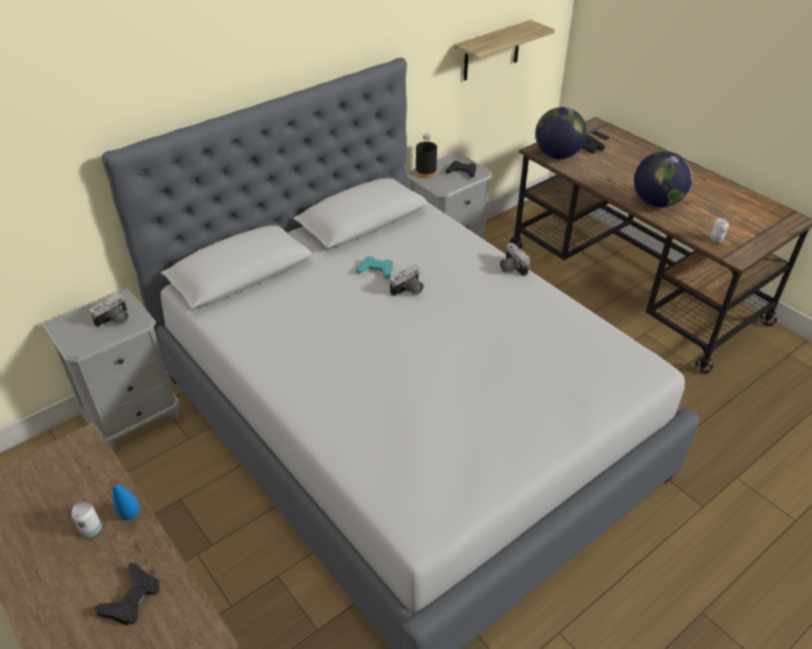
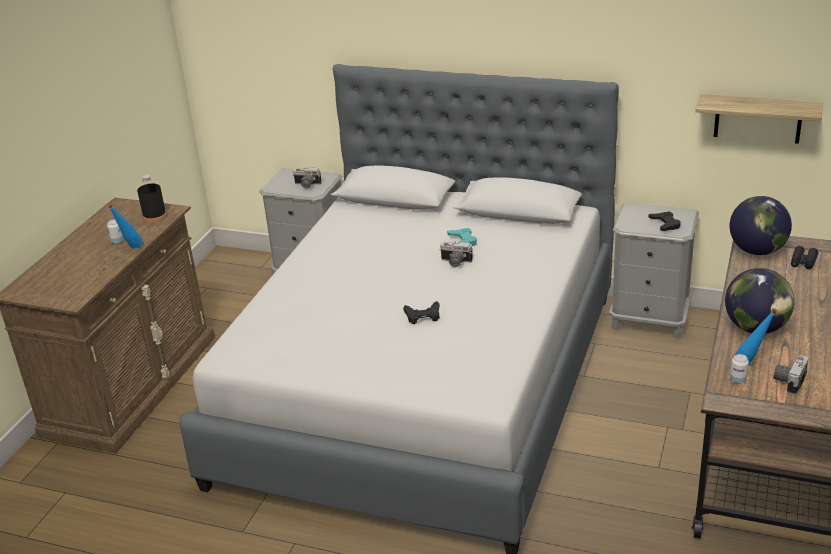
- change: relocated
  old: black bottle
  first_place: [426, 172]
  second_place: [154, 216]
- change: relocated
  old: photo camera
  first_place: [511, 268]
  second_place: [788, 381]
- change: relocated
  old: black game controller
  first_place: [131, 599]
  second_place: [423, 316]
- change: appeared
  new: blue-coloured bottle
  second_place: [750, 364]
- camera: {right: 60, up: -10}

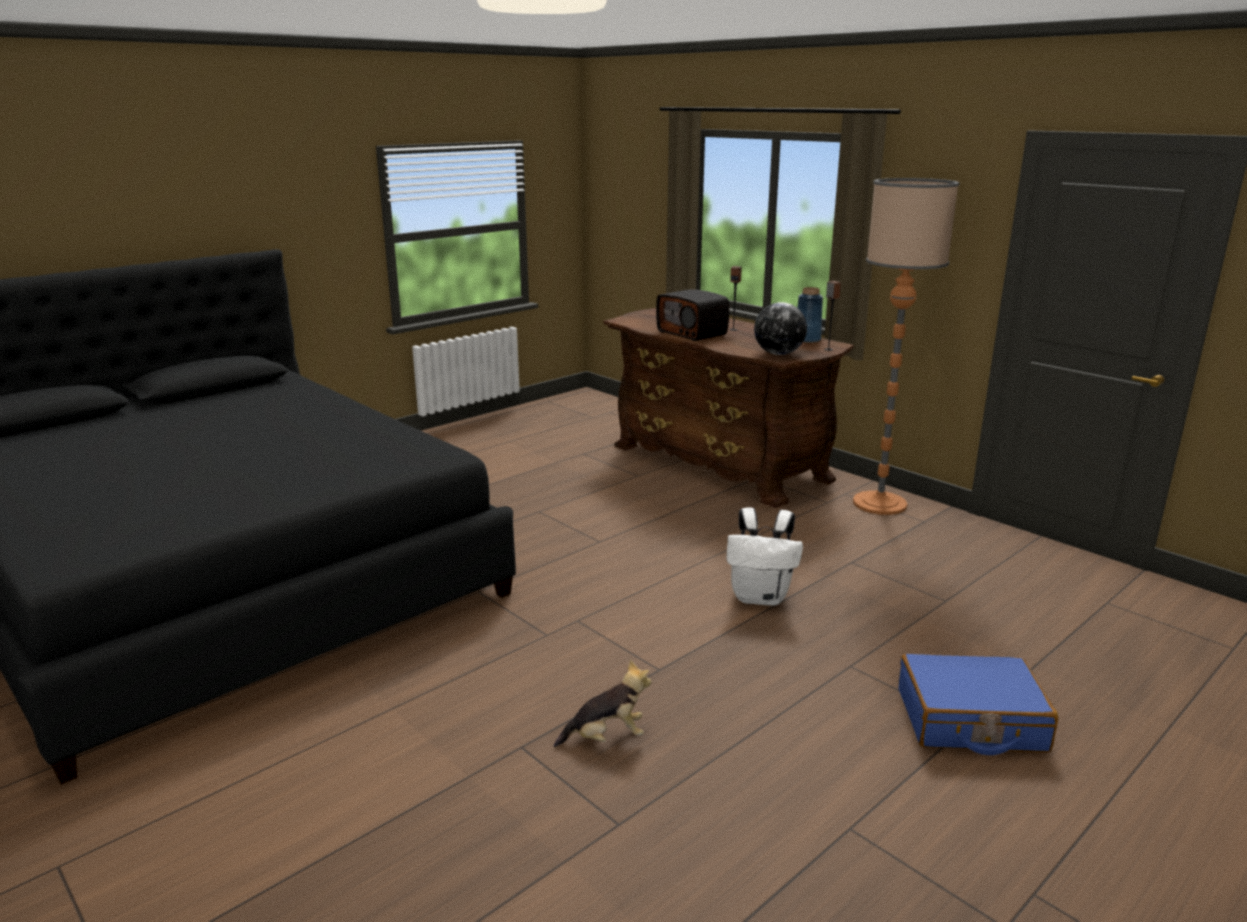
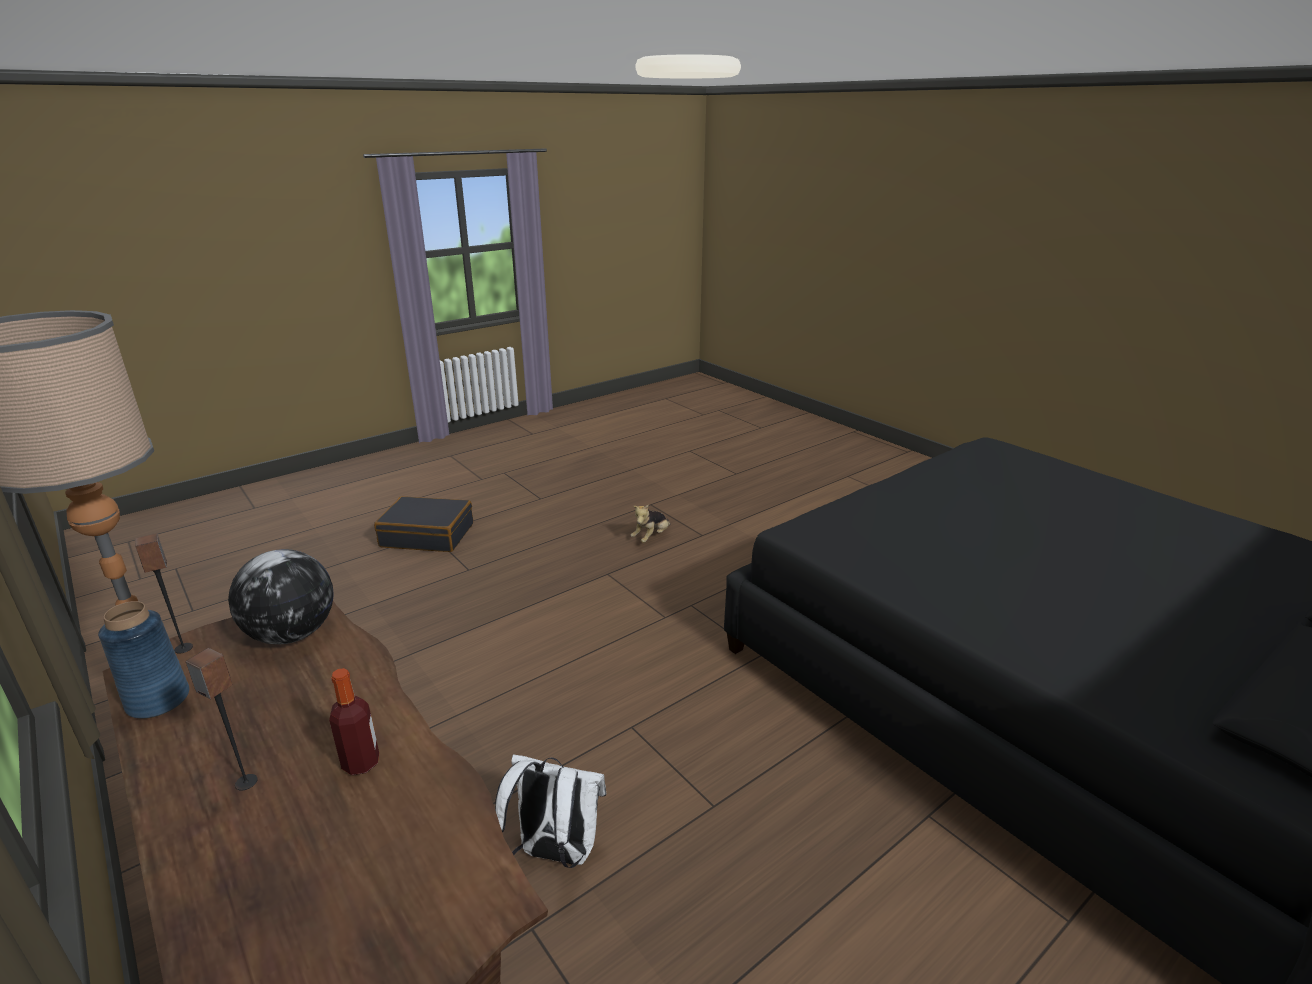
- change: exchanged
  old: radio set
  new: bottle
  first_place: [693, 333]
  second_place: [361, 763]
- change: relocated
  old: whitish rucksack
  first_place: [761, 597]
  second_place: [555, 852]
- change: colour
  old: blue-coloured suitcase
  new: black suitcase
  first_place: [970, 721]
  second_place: [427, 535]
- change: spun
  old: cuddly toy
  first_place: [606, 737]
  second_place: [651, 537]
  degrees: -45
- camera: {right: -175, up: 5}

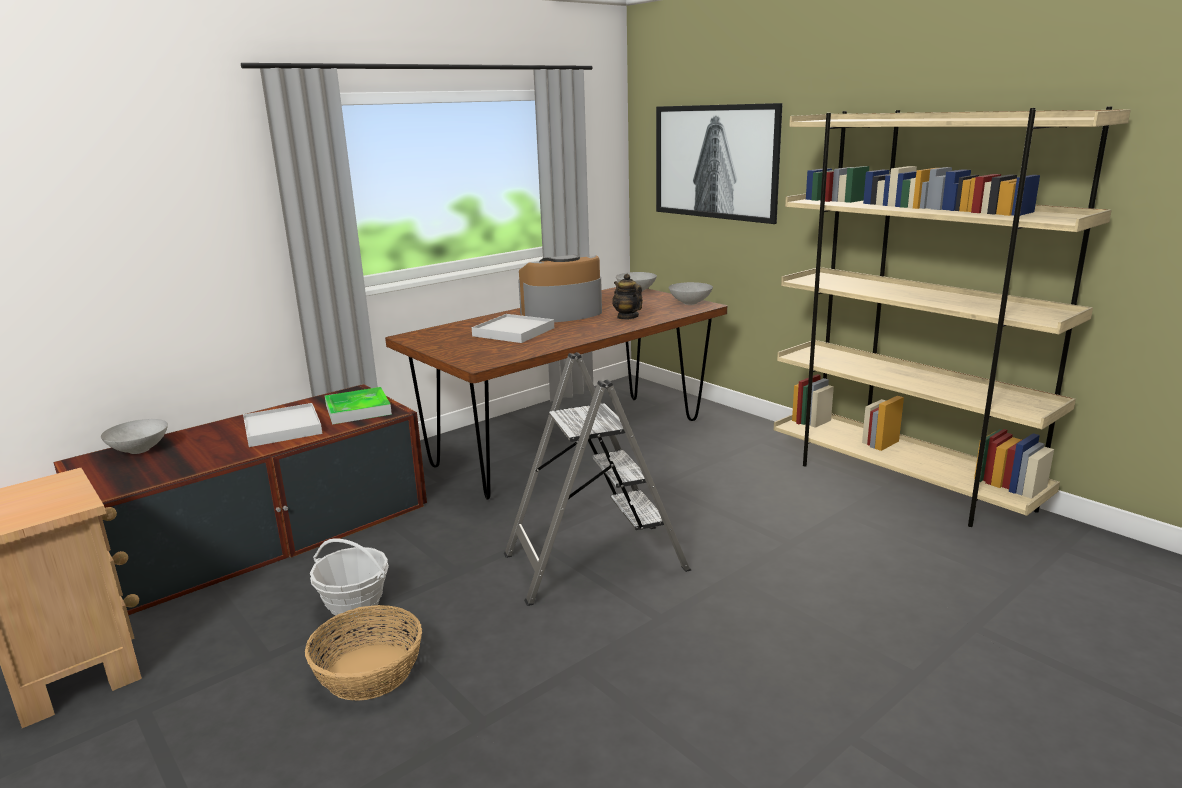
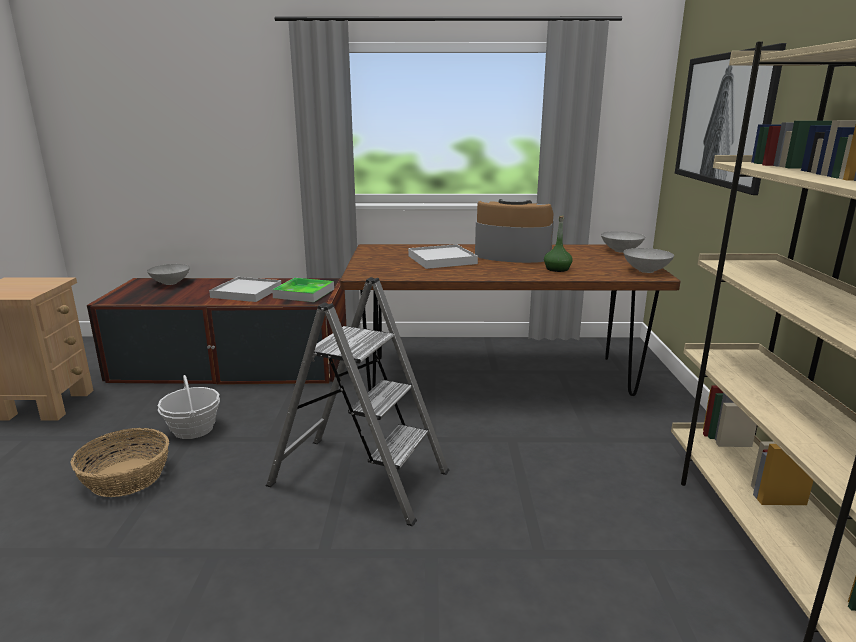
- change: exchanged
  old: teapot
  new: green bottle
  first_place: [627, 317]
  second_place: [557, 269]
- camera: {right: 40, up: 0}

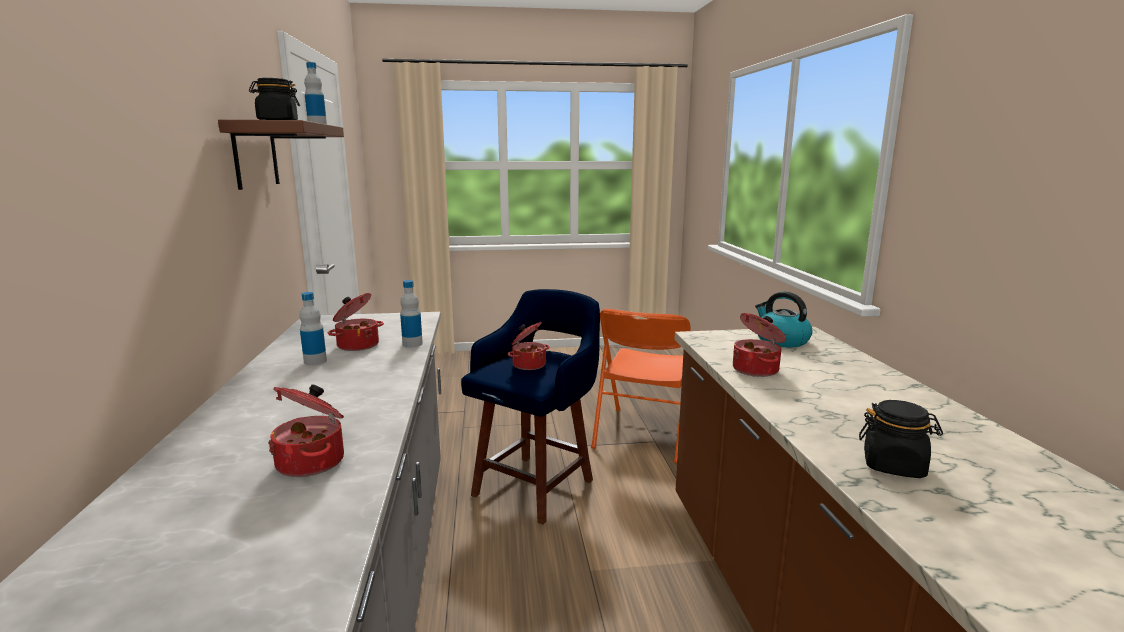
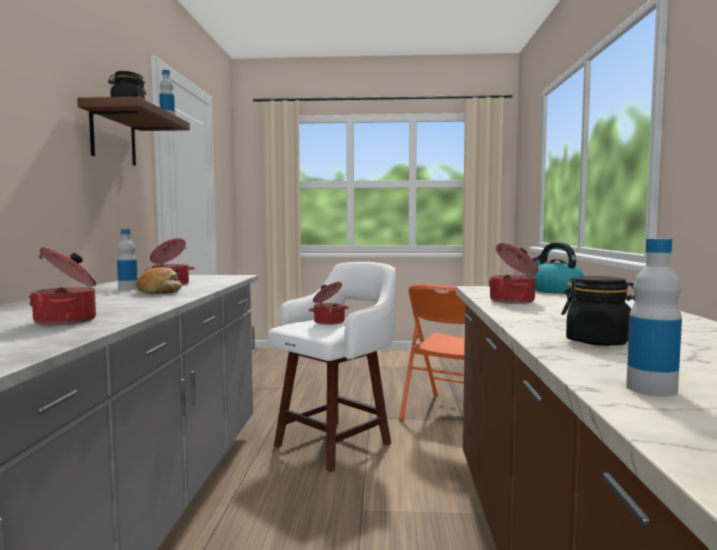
- change: relocated
  old: bottle
  first_place: [412, 344]
  second_place: [651, 389]
- change: colour
  old: blue-coloured stool
  new: whitish stool
  first_place: [537, 485]
  second_place: [337, 444]
- change: appeared
  new: bakery bread
  second_place: [159, 291]
- camera: {right: 10, up: -10}

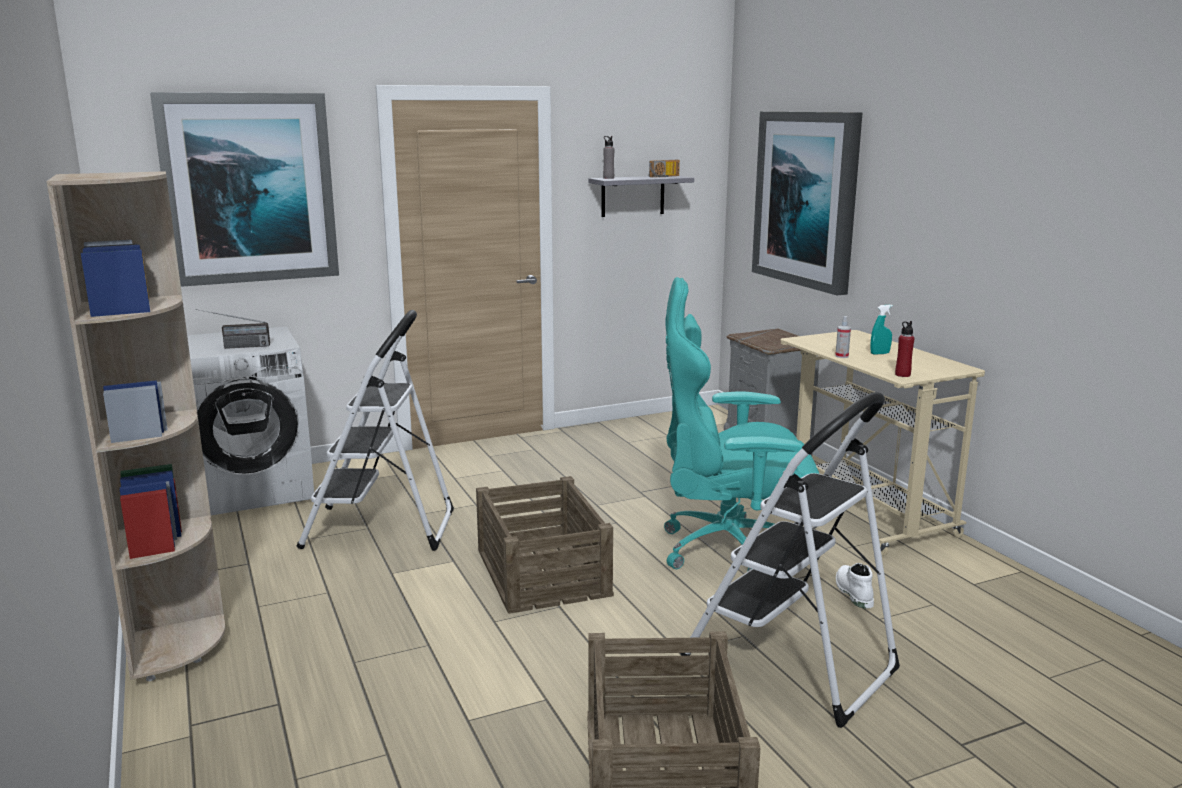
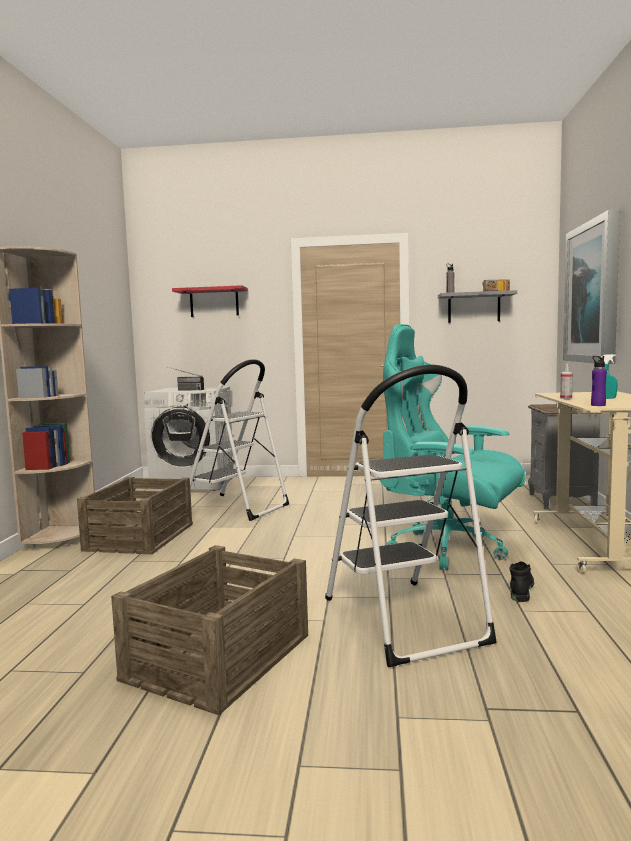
- change: exchanged
  old: wall art
  new: reddish bracket shelf
  first_place: [249, 188]
  second_place: [214, 302]
- change: colour
  old: reddish bottle
  new: purplish bottle
  first_place: [902, 375]
  second_place: [598, 405]
- change: relocated
  old: packing crate
  first_place: [541, 573]
  second_place: [139, 537]
- change: colour
  old: whitish boot
  new: black boot
  first_place: [852, 592]
  second_place: [520, 590]
- camera: {right: 30, up: -10}

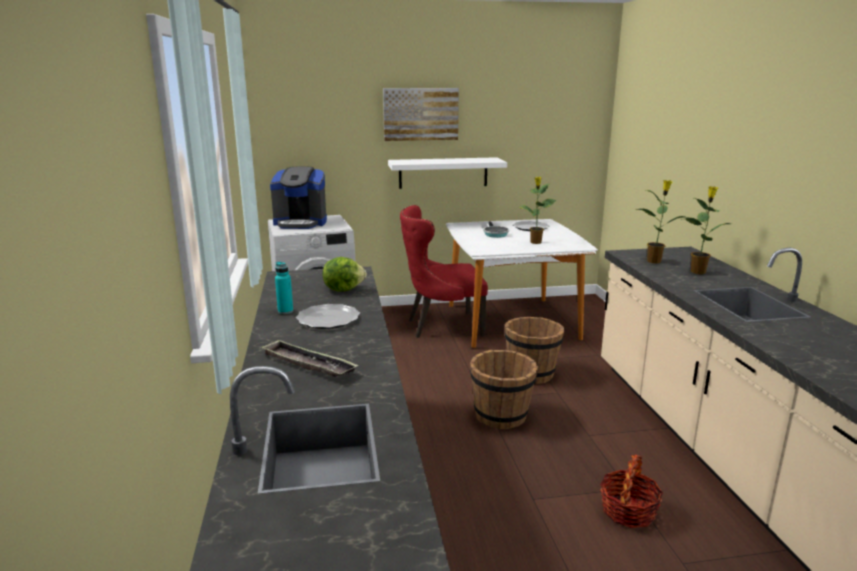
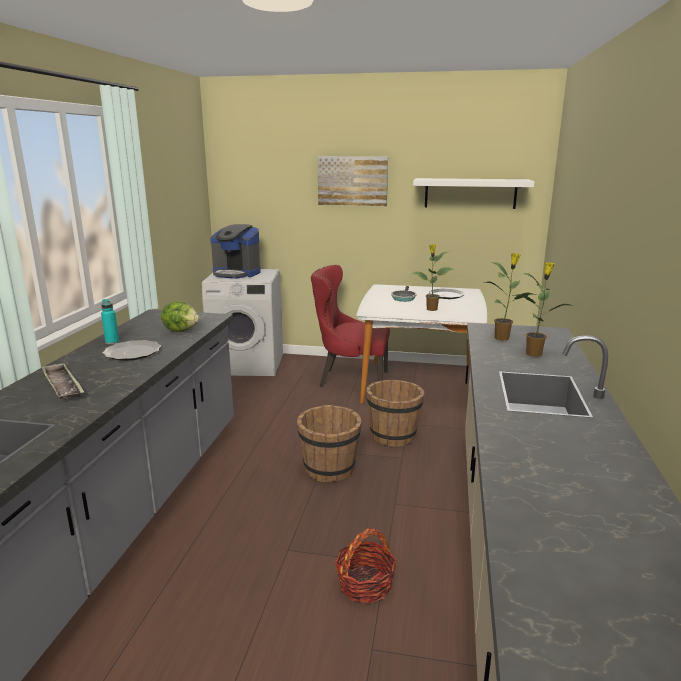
- change: relocated
  old: whitish bracket shelf
  first_place: [443, 173]
  second_place: [470, 193]
- camera: {right: 20, up: 0}

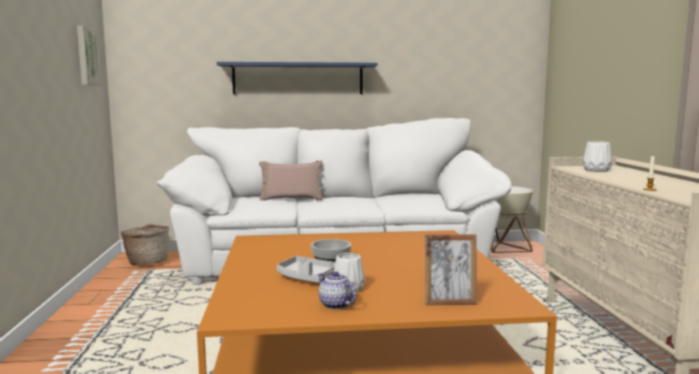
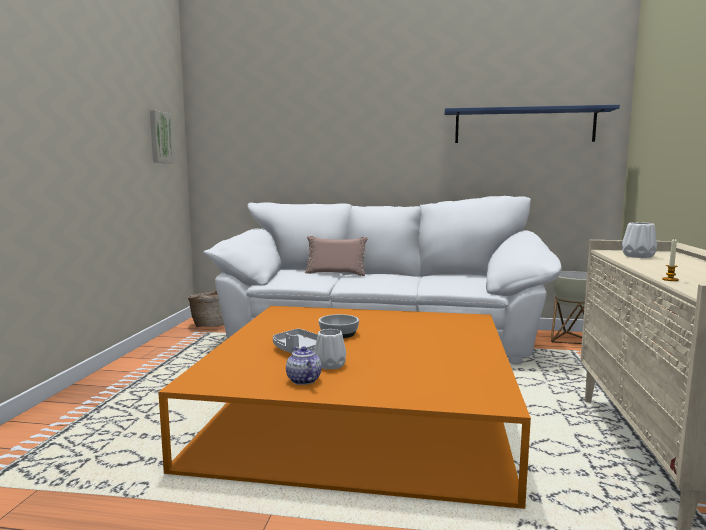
- change: relocated
  old: blue-coloured bracket shelf
  first_place: [298, 79]
  second_place: [524, 126]
- change: missing
  old: standing frame
  first_place: [449, 302]
- camera: {right: 15, up: 0}

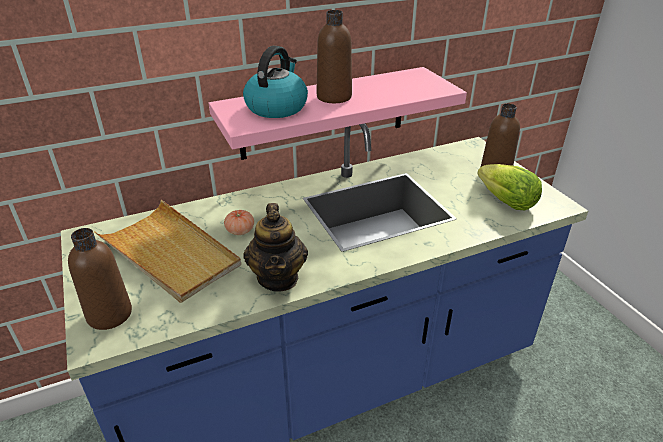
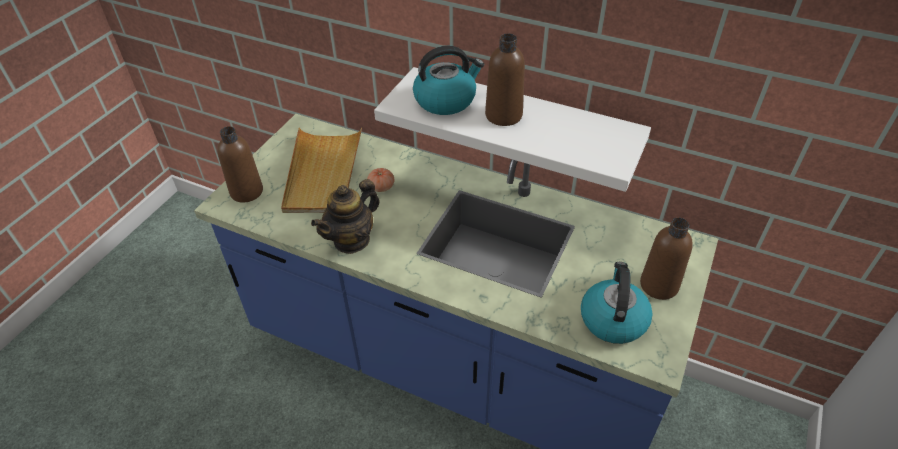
- change: colour
  old: pink-coloured bracket shelf
  new: whitish bracket shelf
  first_place: [324, 113]
  second_place: [523, 123]
- change: exchanged
  old: lettuce
  new: water kettle
  first_place: [506, 202]
  second_place: [612, 319]
- camera: {right: 50, up: 10}

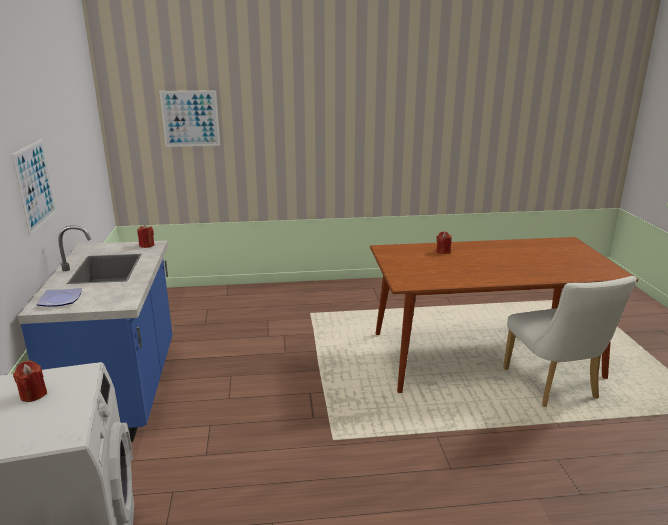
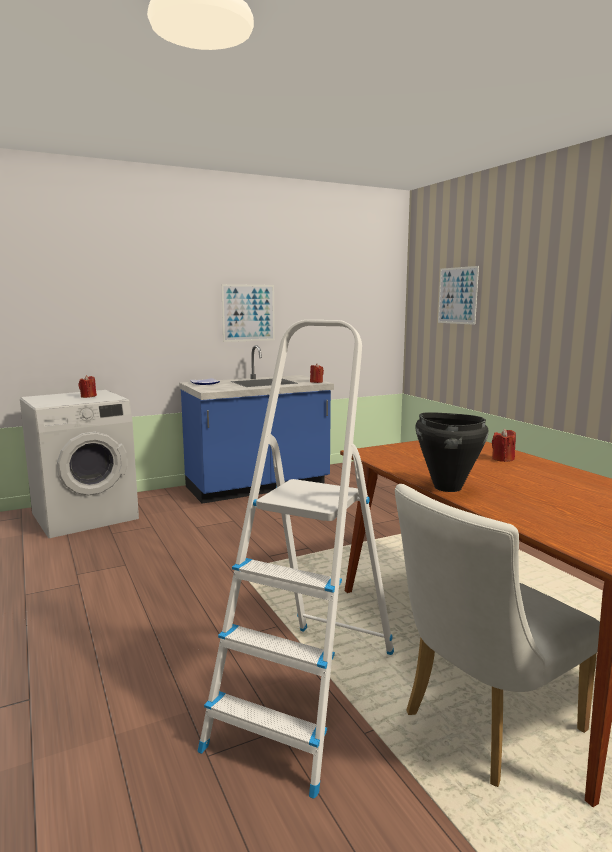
- change: appeared
  new: whitish step ladder
  second_place: [307, 696]
- change: appeared
  new: black stockpot
  second_place: [447, 487]
- camera: {right: 70, up: -10}

